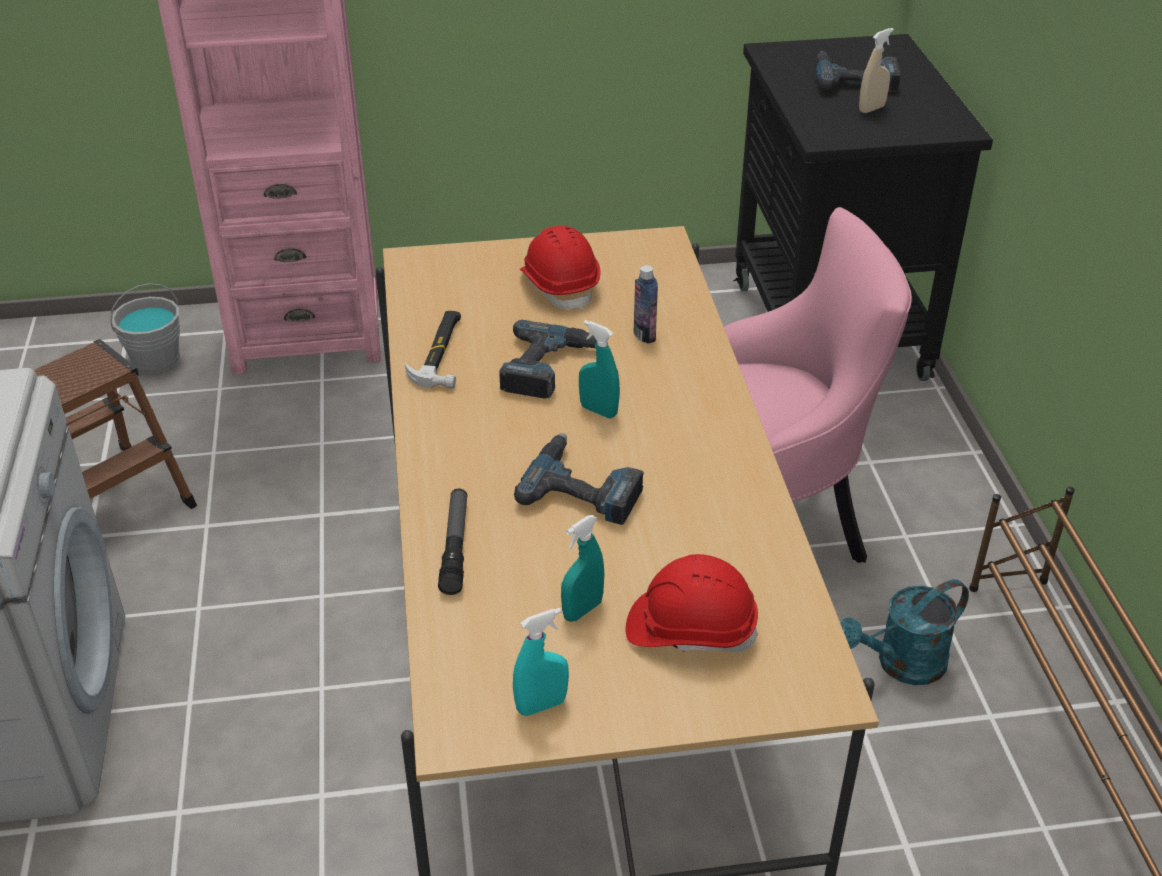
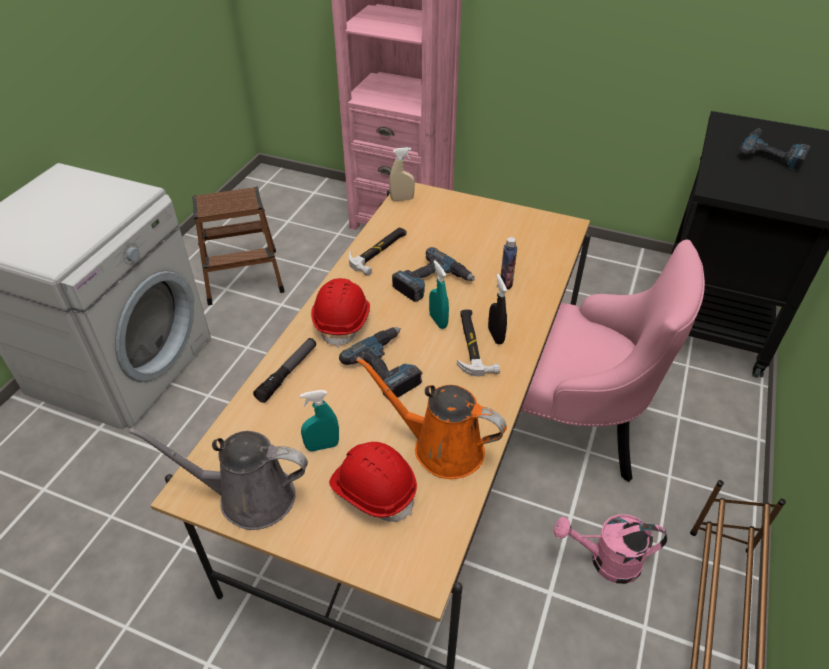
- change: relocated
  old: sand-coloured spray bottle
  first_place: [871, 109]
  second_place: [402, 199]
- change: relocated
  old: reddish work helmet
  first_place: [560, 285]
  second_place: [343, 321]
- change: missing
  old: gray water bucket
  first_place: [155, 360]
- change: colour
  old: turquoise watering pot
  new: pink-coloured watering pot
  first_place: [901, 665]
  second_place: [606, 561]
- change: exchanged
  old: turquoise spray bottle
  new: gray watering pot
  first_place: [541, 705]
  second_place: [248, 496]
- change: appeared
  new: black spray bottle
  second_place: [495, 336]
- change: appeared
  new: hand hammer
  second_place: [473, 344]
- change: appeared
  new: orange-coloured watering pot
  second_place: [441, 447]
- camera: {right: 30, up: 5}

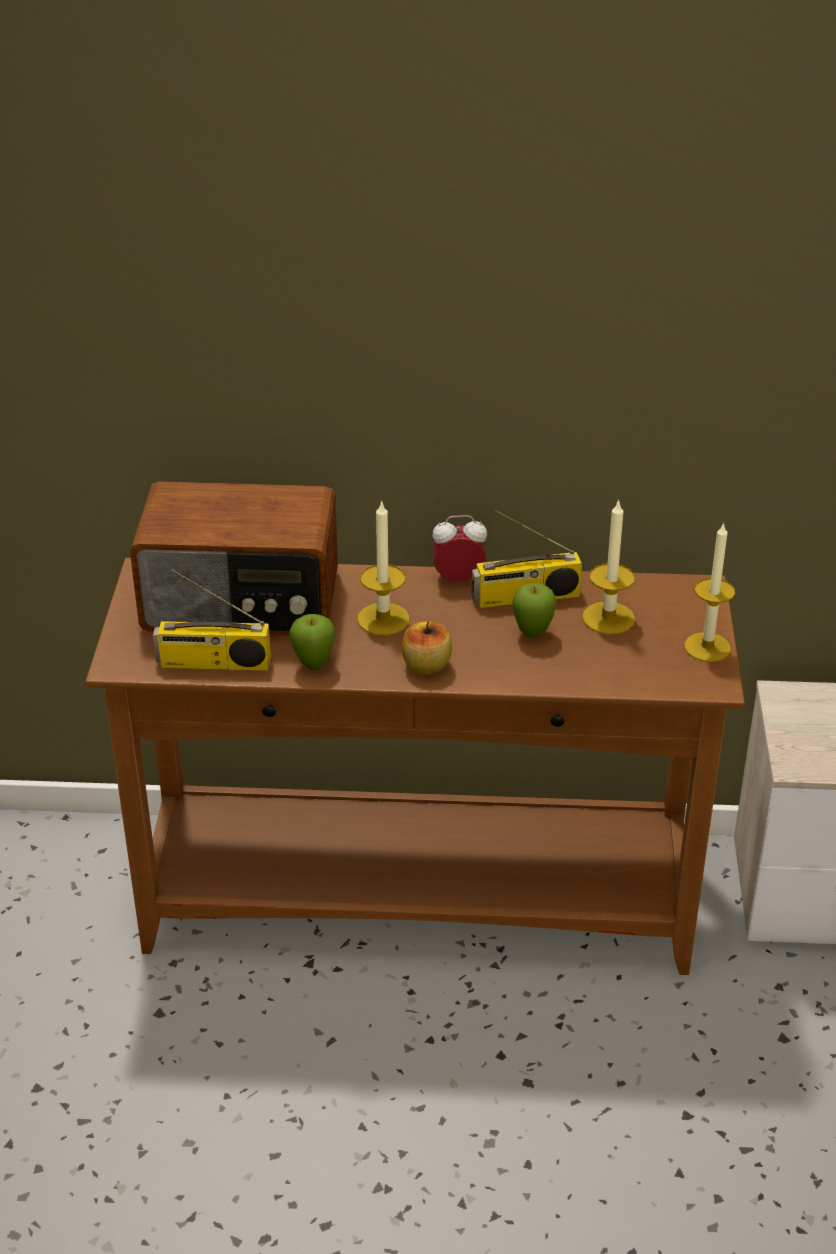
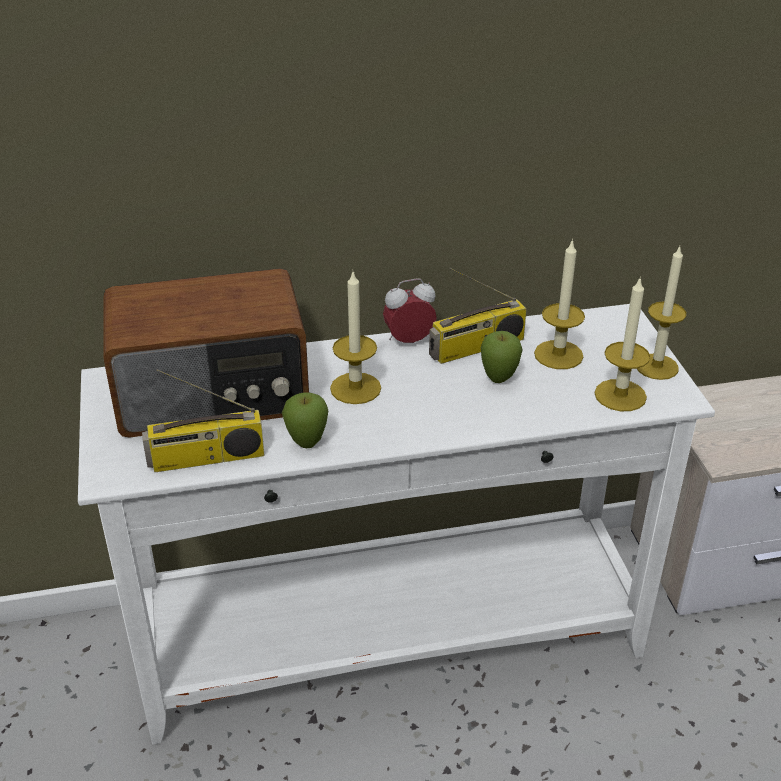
- change: colour
  old: brownish narrow table
  new: whitish narrow table
  first_place: [420, 898]
  second_place: [392, 634]
- change: missing
  old: apple fruit
  first_place: [426, 665]
- change: appeared
  new: candle
  second_place: [620, 395]
- camera: {right: -15, up: 0}

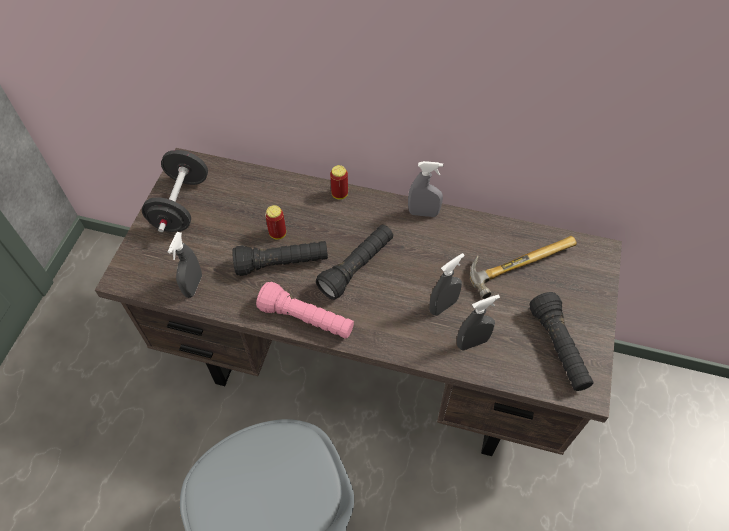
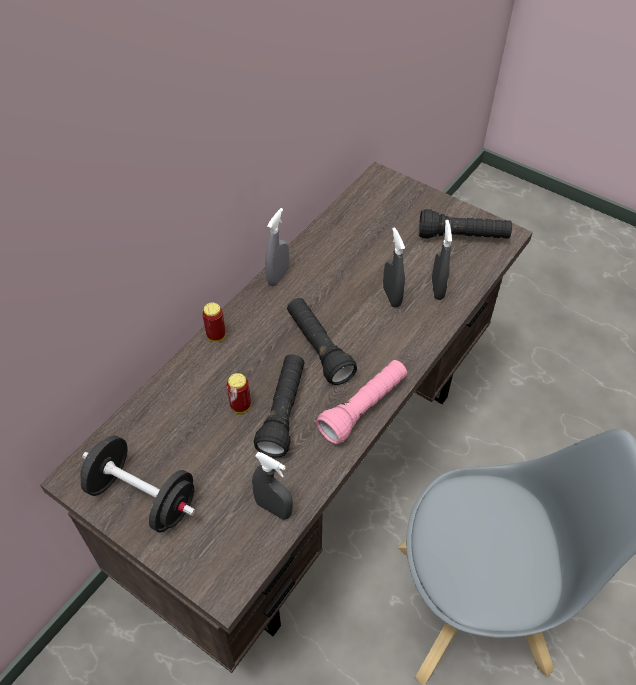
- change: missing
  old: hand hammer
  first_place: [518, 261]
- camera: {right: -70, up: -5}

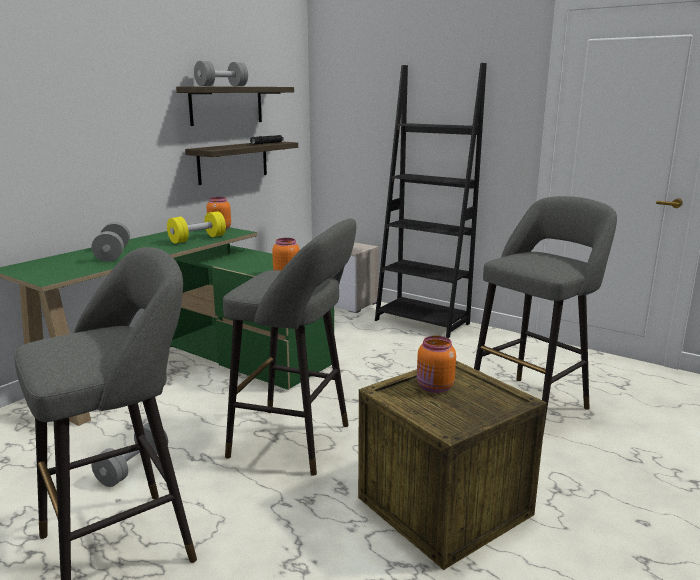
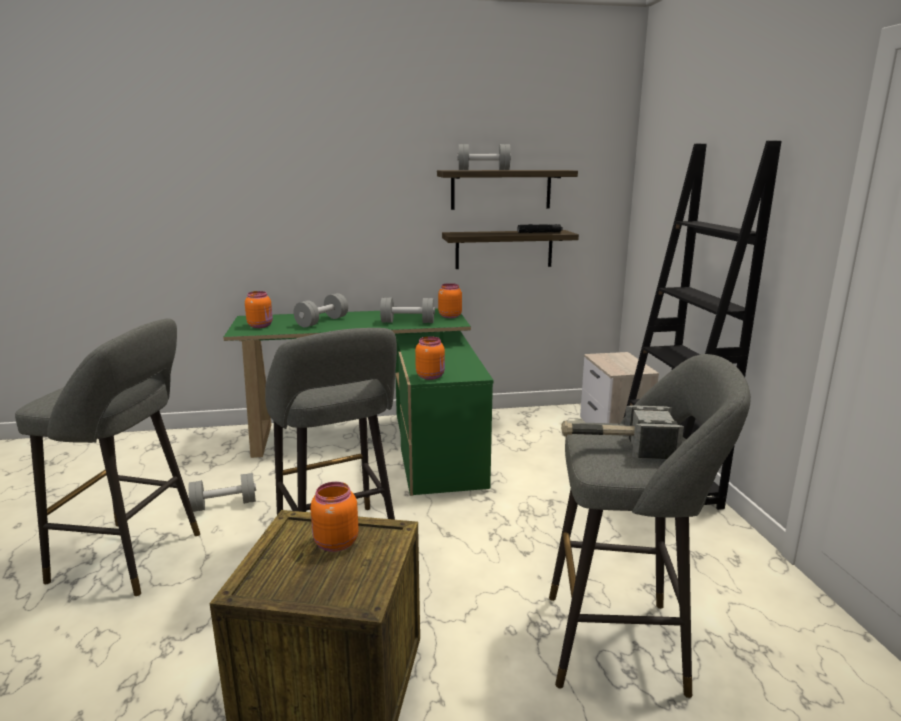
- change: colour
  old: yellowish hand weight
  new: gray hand weight
  first_place: [197, 239]
  second_place: [408, 322]
- change: appeared
  new: orange-coloured preserve jar
  second_place: [260, 326]
- change: appeared
  new: hand hammer
  second_place: [616, 446]
- camera: {right: 45, up: 0}

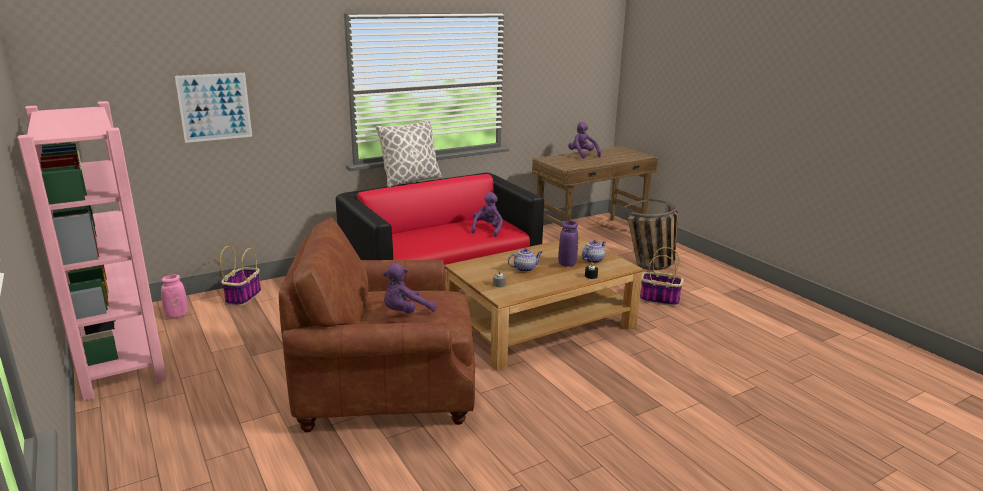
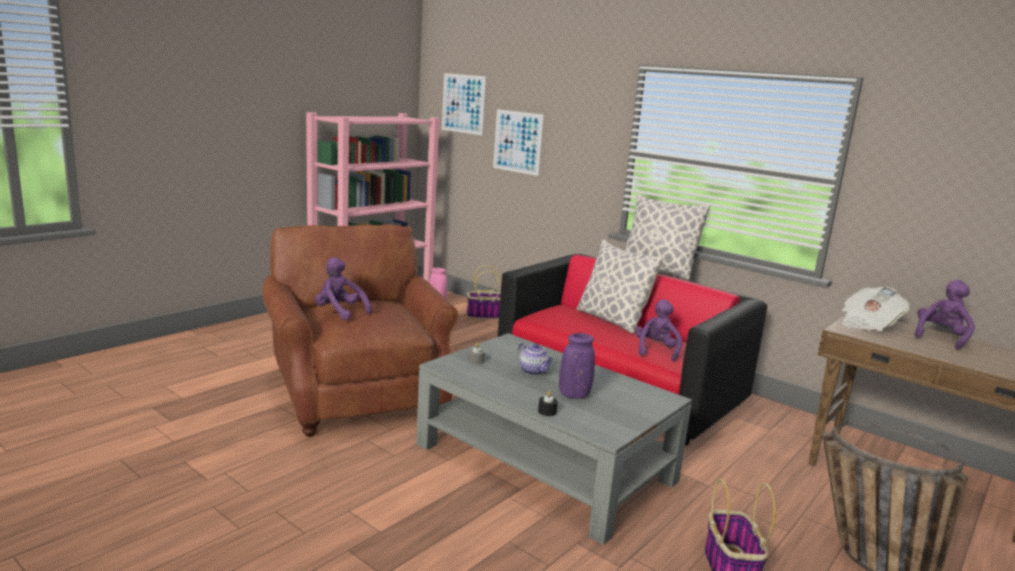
- change: spun
  old: purplish cuddly toy
  first_place: [487, 230]
  second_place: [656, 351]
  degrees: -75
- change: colour
  old: brownish low table
  new: gray low table
  first_place: [541, 325]
  second_place: [545, 463]
- change: missing
  old: teapot
  first_place: [593, 260]
- change: appeared
  new: wall art
  second_place: [463, 103]
- change: appeared
  new: throw pillow
  second_place: [612, 320]
- change: appeared
  new: newspaper
  second_place: [868, 324]
- camera: {right: 70, up: -5}

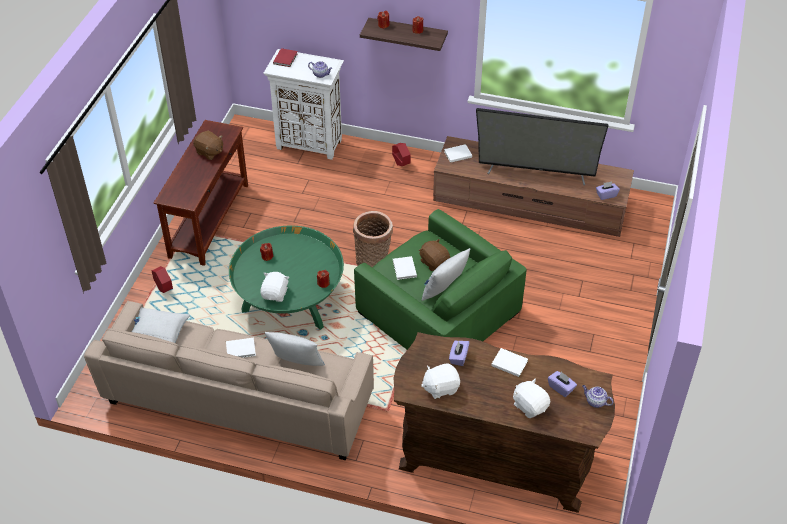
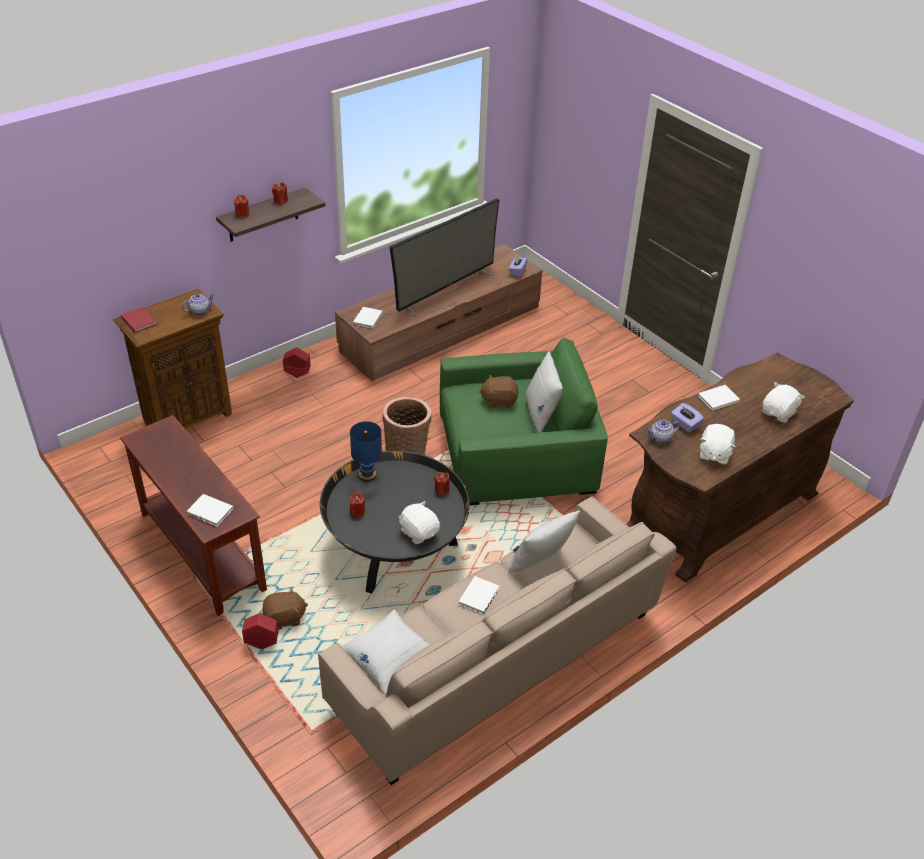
- change: colour
  old: whitish storage cabinet
  new: brownish storage cabinet
  first_place: [310, 144]
  second_place: [188, 417]
- change: relocated
  old: brownish cuddly toy
  first_place: [209, 152]
  second_place: [285, 618]
- change: colour
  old: green low table
  new: black low table
  first_place: [289, 302]
  second_place: [395, 549]
- change: relocated
  old: whitish book
  first_place: [404, 269]
  second_place: [210, 512]
- change: missing
  old: purplish box of tissues
  first_place: [561, 388]
- change: spun
  old: whitish cuddly toy
  first_place: [530, 406]
  second_place: [779, 413]
  degrees: 135
- change: relocated
  old: teapot
  first_place: [595, 402]
  second_place: [660, 438]
- change: appeared
  new: blue-coloured tabletop lamp
  second_place: [367, 475]
- camera: {right: -55, up: -5}

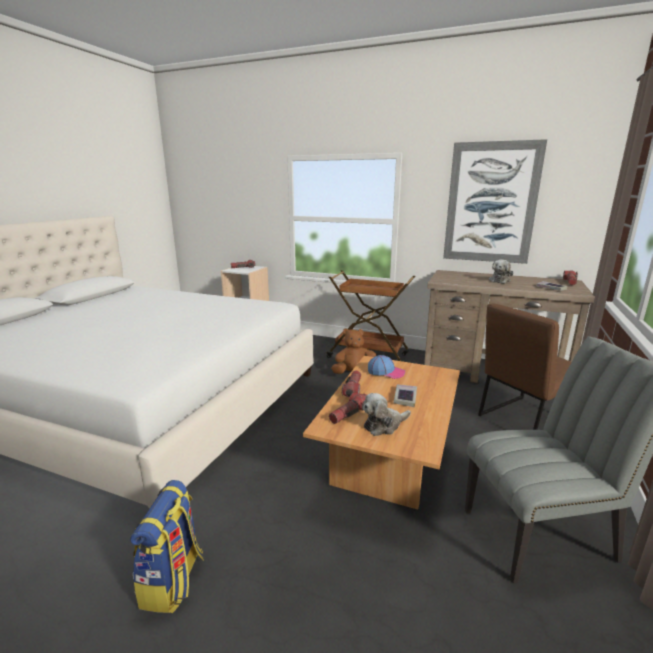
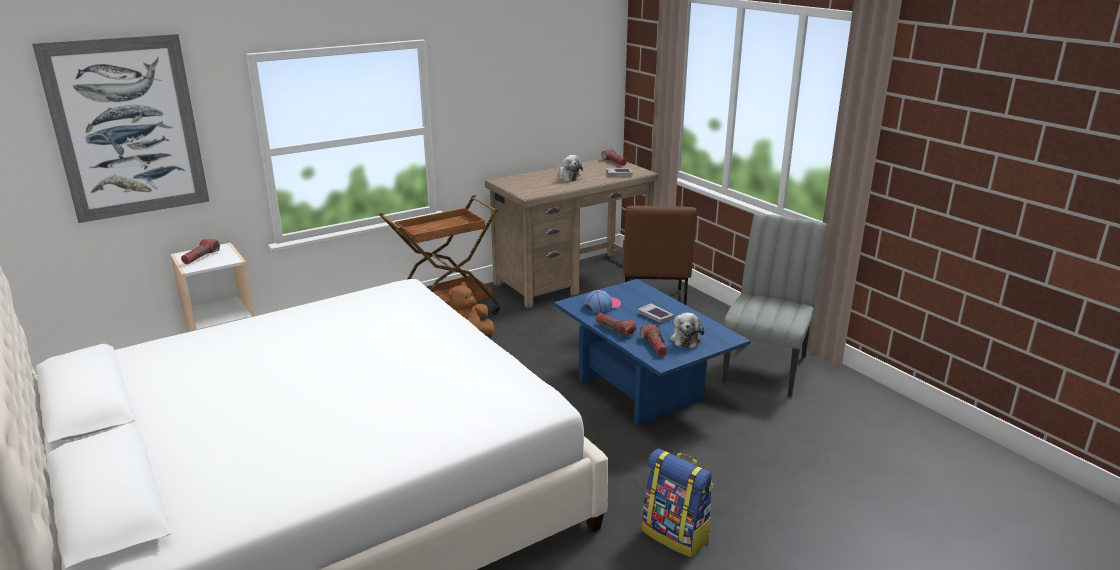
- change: relocated
  old: wall art
  first_place: [491, 203]
  second_place: [127, 128]
- change: colour
  old: brownish low table
  new: blue-coloured low table
  first_place: [388, 466]
  second_place: [644, 389]
- camera: {right: -55, up: 5}

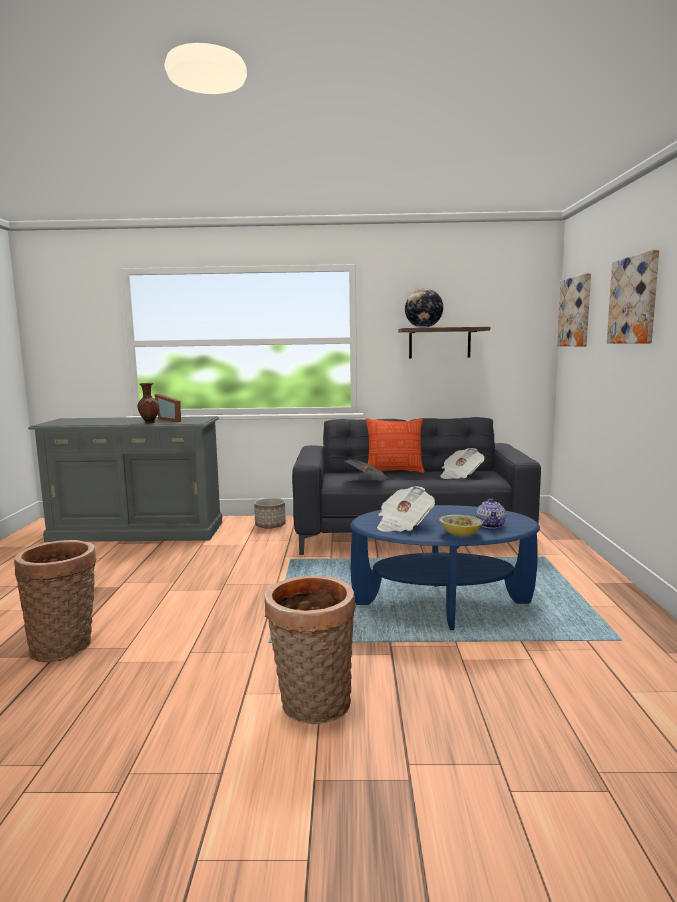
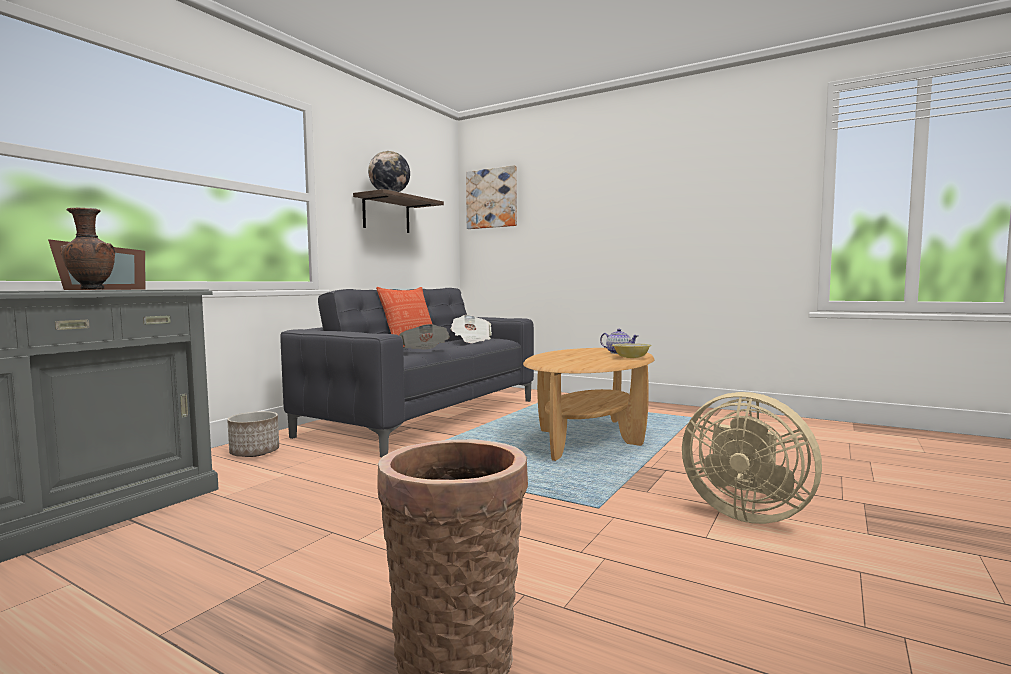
- change: missing
  old: wall art
  first_place: [634, 300]
- change: missing
  old: newspaper
  first_place: [403, 525]
- change: colour
  old: blue-coloured low table
  new: brownish low table
  first_place: [442, 604]
  second_place: [589, 438]
- change: exchanged
  old: household basket
  new: sand-coloured electric fan
  first_place: [312, 706]
  second_place: [745, 513]
- camera: {right: -60, up: -5}

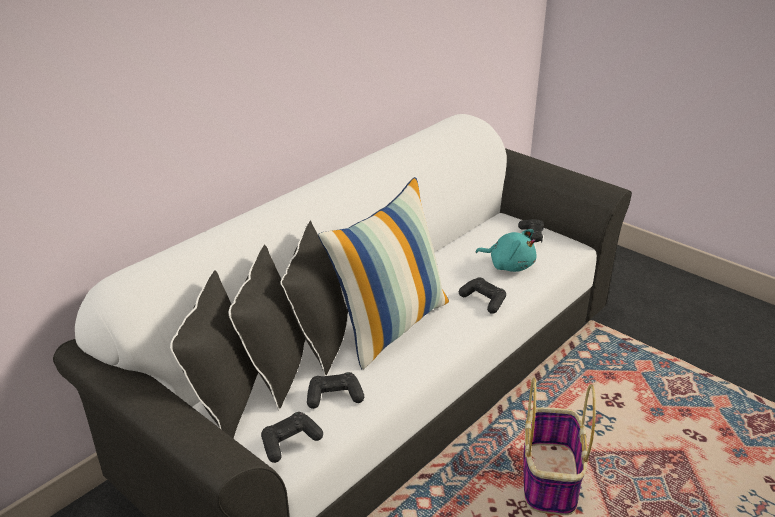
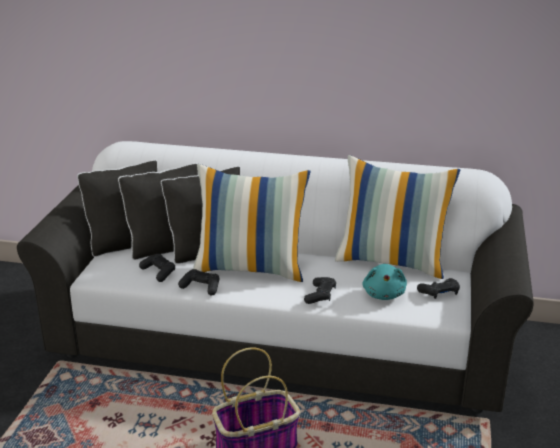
- change: relocated
  old: black game controller
  first_place: [290, 442]
  second_place: [201, 287]
- change: appeared
  new: throw pillow
  second_place: [392, 261]
- camera: {right: 60, up: -5}

